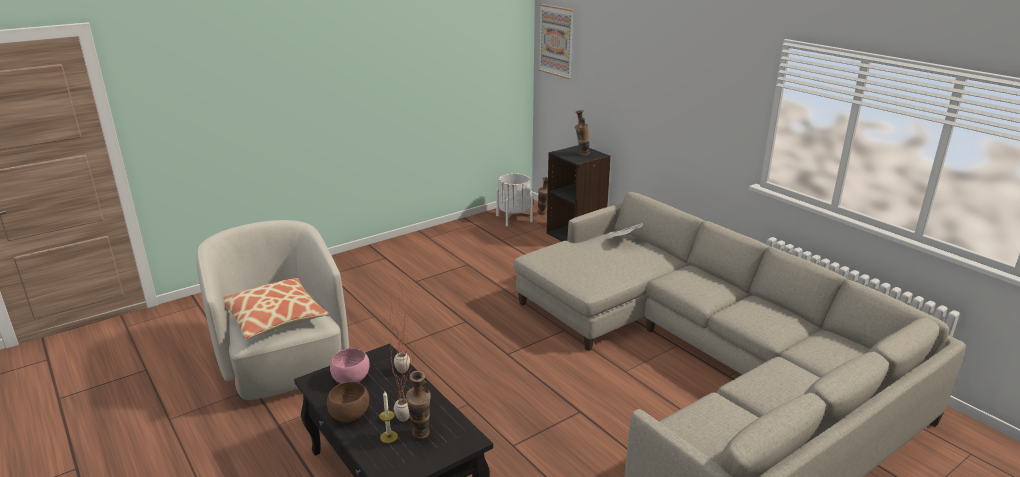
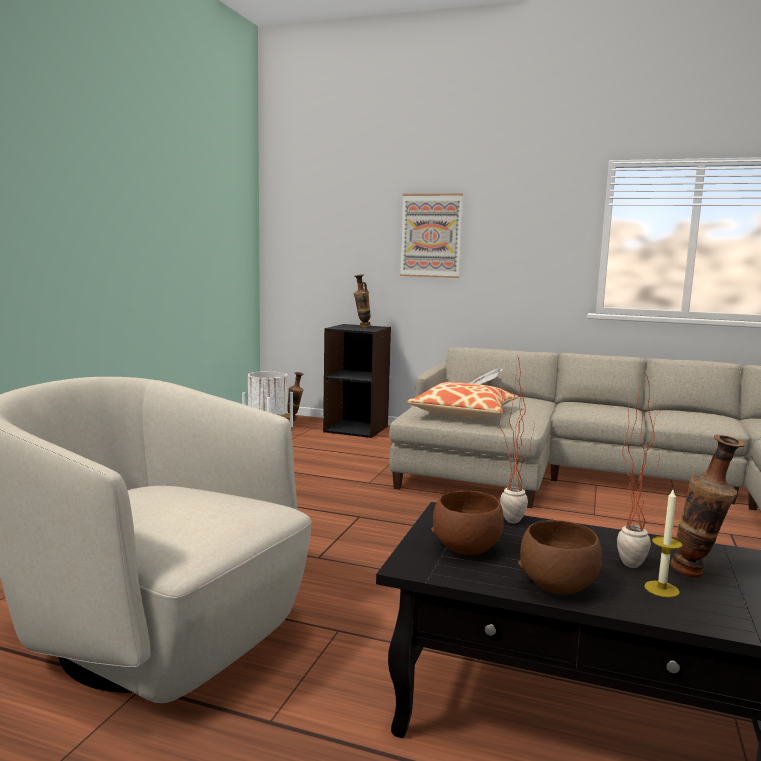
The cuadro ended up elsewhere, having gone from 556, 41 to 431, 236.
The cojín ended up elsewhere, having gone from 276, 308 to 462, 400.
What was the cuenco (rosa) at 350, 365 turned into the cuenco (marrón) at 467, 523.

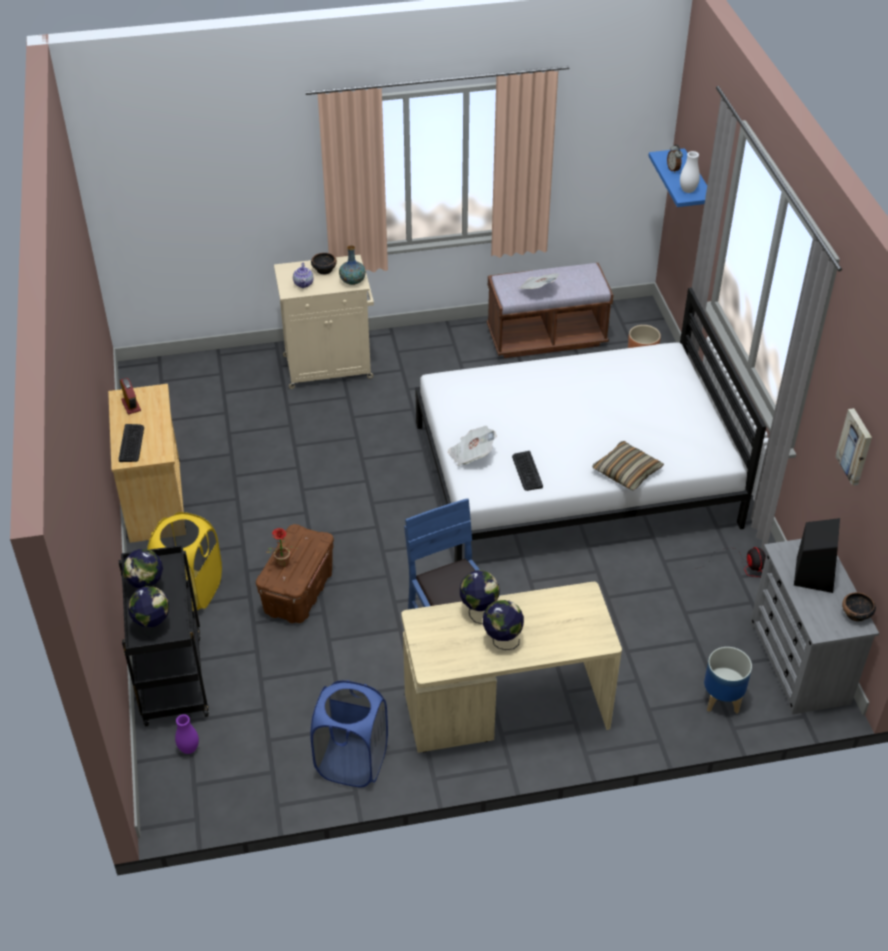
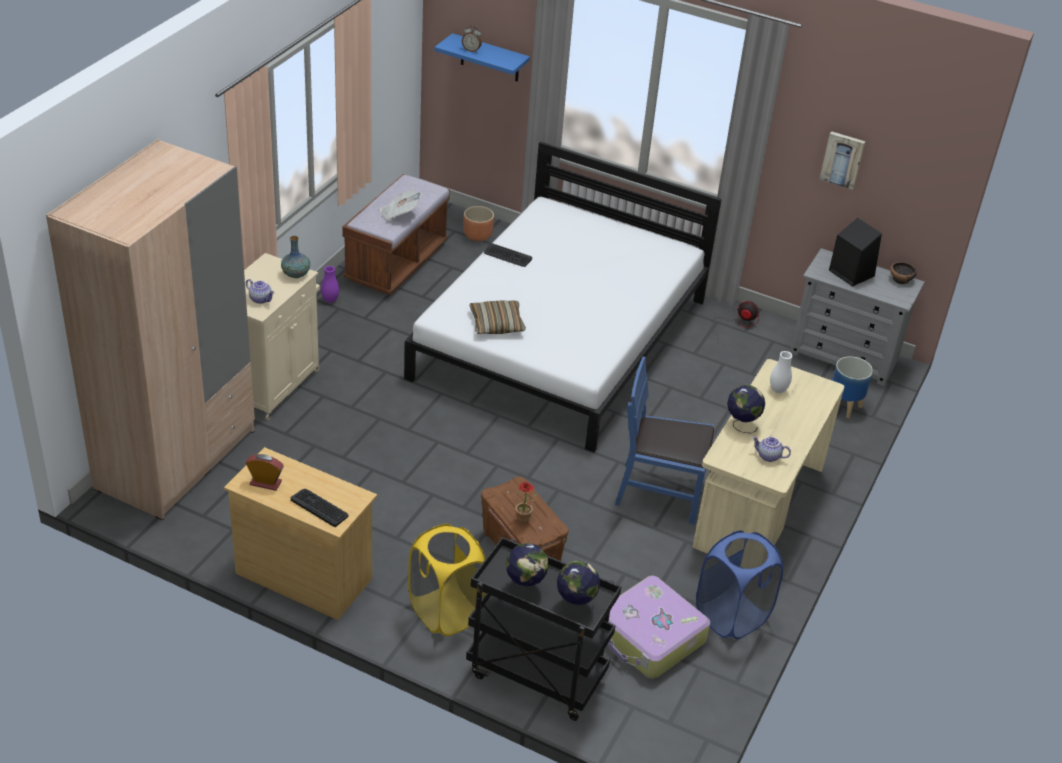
The second view gained the armario ropero (beis) at 150, 329.
The florero (morado) ended up elsewhere, having gone from 187, 734 to 330, 284.
The cojín ended up elsewhere, having gone from 628, 466 to 497, 317.
The teclado ended up elsewhere, having gone from 527, 471 to 508, 255.
The second view gained the maleta at 659, 627.
The second view gained the tetera at 771, 449.
The florero (blanco) ended up elsewhere, having gone from 690, 172 to 781, 372.
The second view lost the cuenco at 324, 264.
The second view lost the periódico at 472, 446.
The second view lost the globo terráqueo at 503, 625.

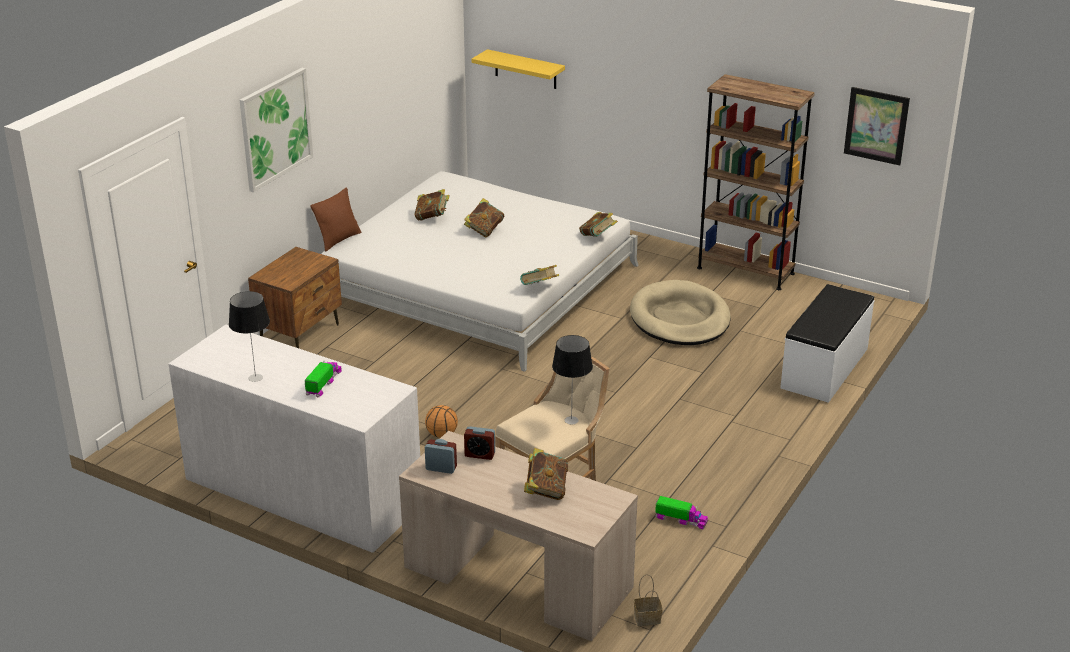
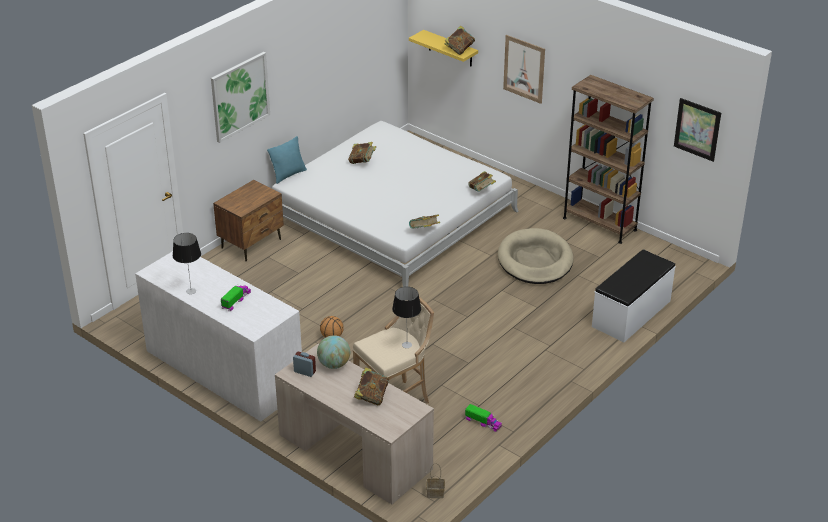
What was the cojín (marrón) at 335, 219 turned into the cojín (turquesa) at 287, 160.
Where the despertador stood at 479, 443, the globo terráqueo came to stand at 333, 352.
The libro ended up elsewhere, having gone from 484, 217 to 460, 40.
The second view gained the cuadro at 524, 69.

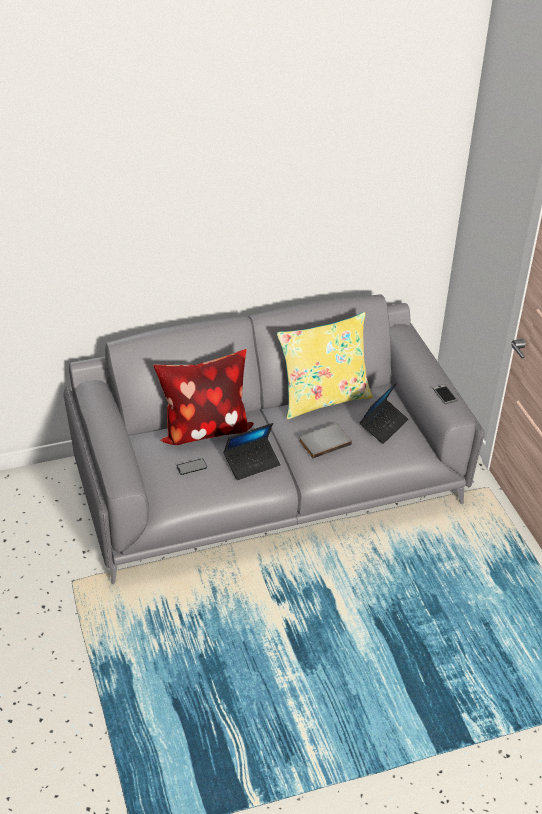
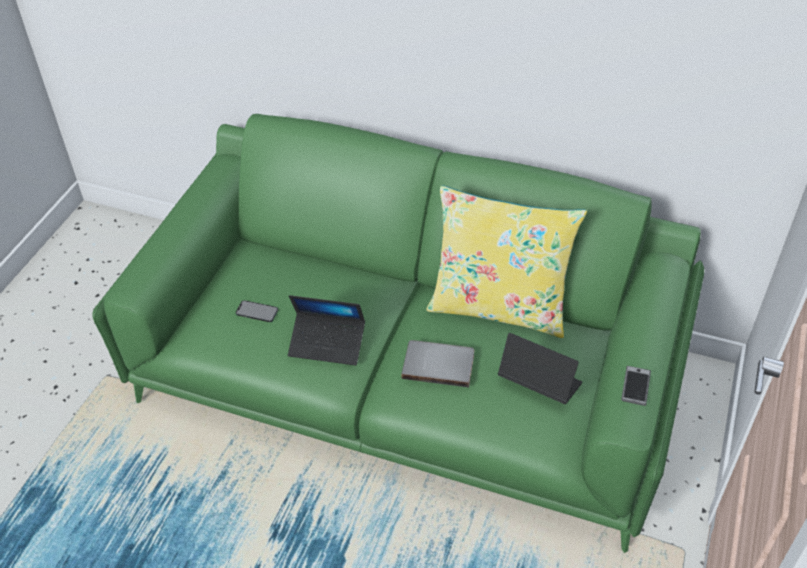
What was the sofá (gris) at 274, 439 turned into the sofá (verde) at 398, 333.
The portátil at 384, 413 ended up facing another way, 135 degrees counterclockwise from before.
The second view lost the cojín at 203, 397.

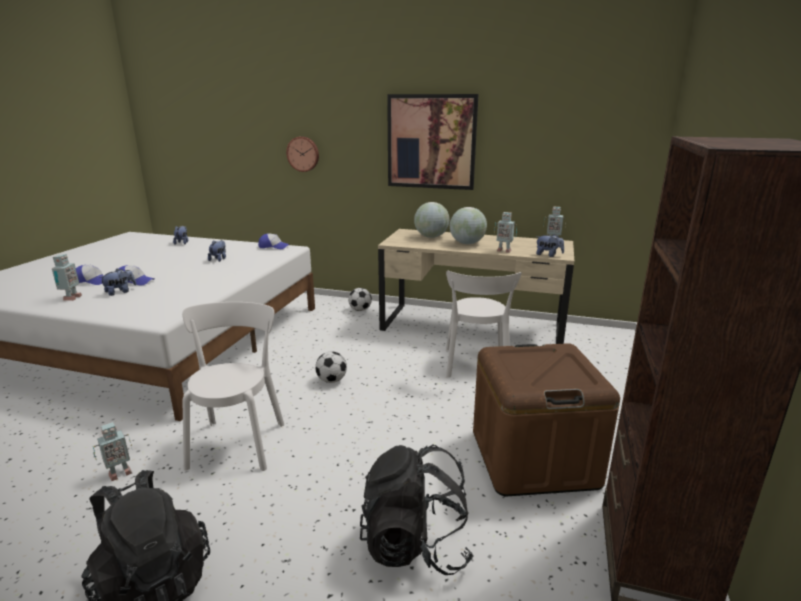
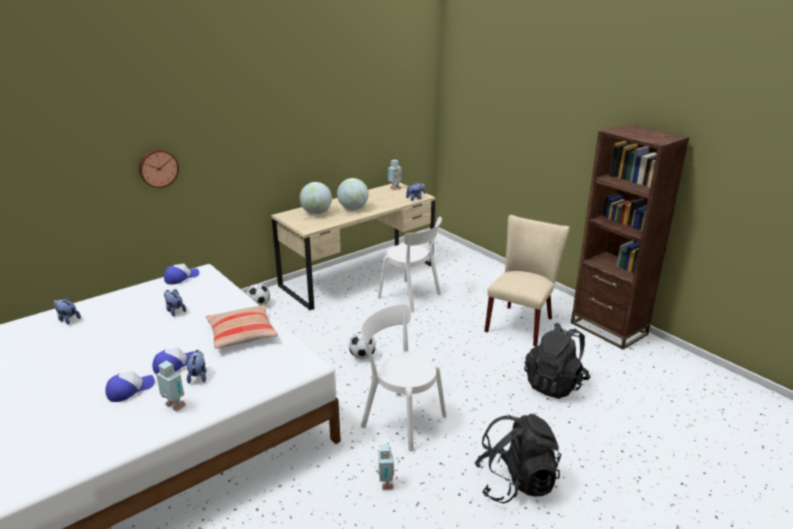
The second view gained the cojín at 242, 327.
Where the caja de almacenaje (marrón) stood at 546, 419, the silla (beis) came to stand at 526, 280.
The second view lost the cuadro at 432, 142.
The second view lost the robot de juguete at 505, 232.

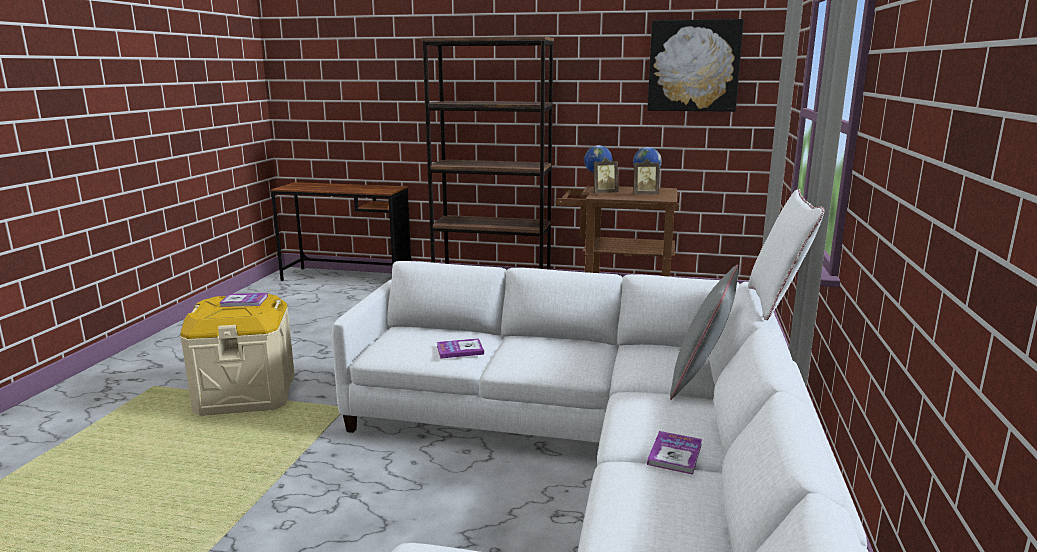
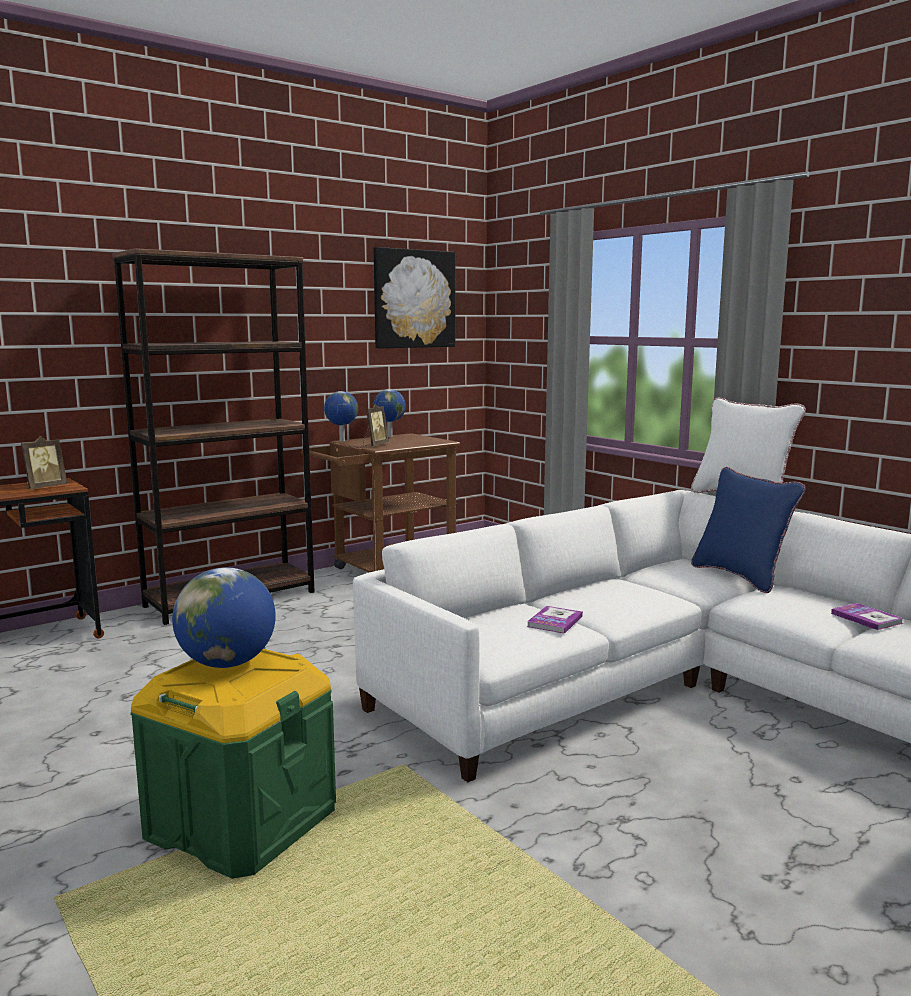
The portarretratos ended up elsewhere, having gone from 646, 177 to 44, 462.
What was the caja de almacenaje (beis) at 237, 355 turned into the caja de almacenaje (verde) at 233, 763.
Where the libro stood at 244, 300, the globo terráqueo came to stand at 224, 617.
What was the cojín (gris) at 704, 332 turned into the cojín (azul) at 748, 530.

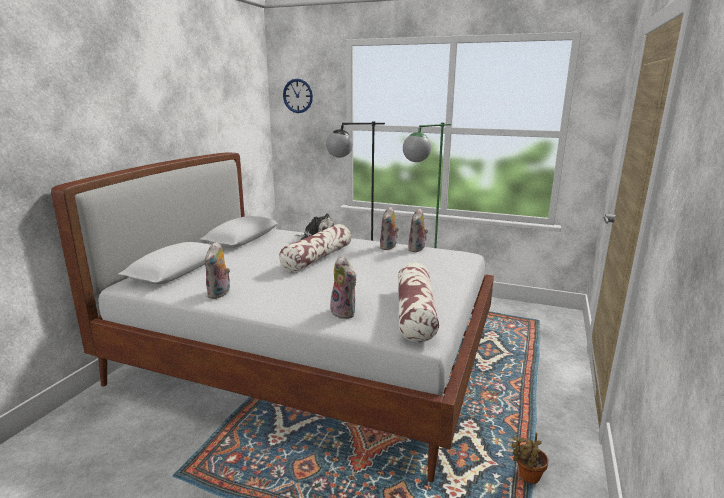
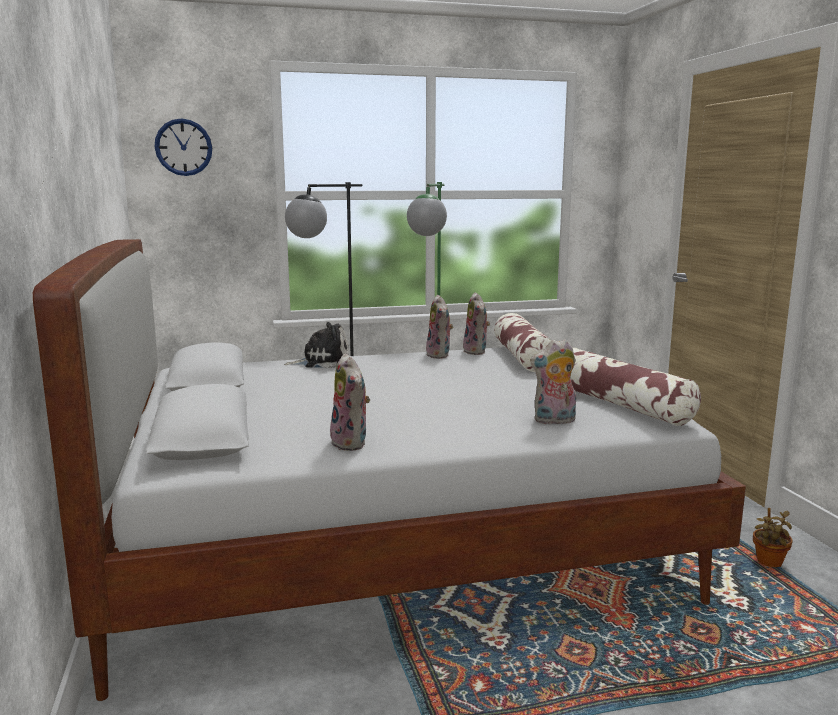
The cojín ended up elsewhere, having gone from 315, 248 to 523, 342.
The peluche at 343, 287 ended up facing another way, 150 degrees clockwise from before.

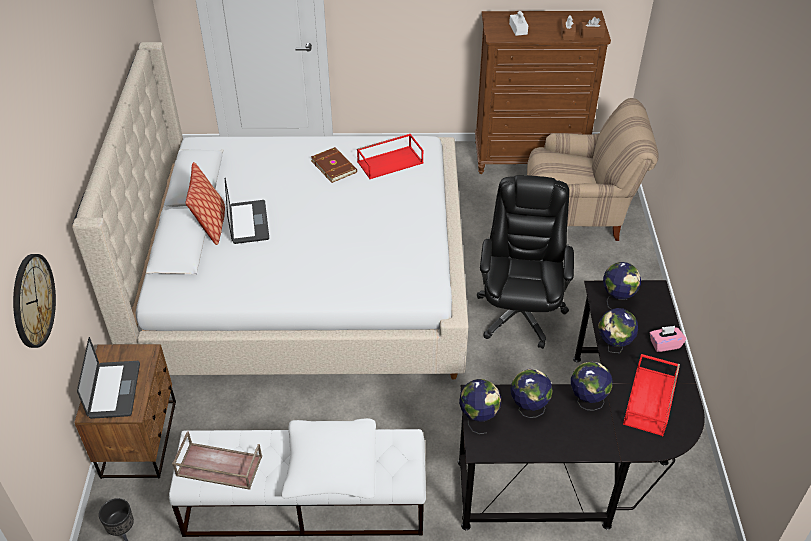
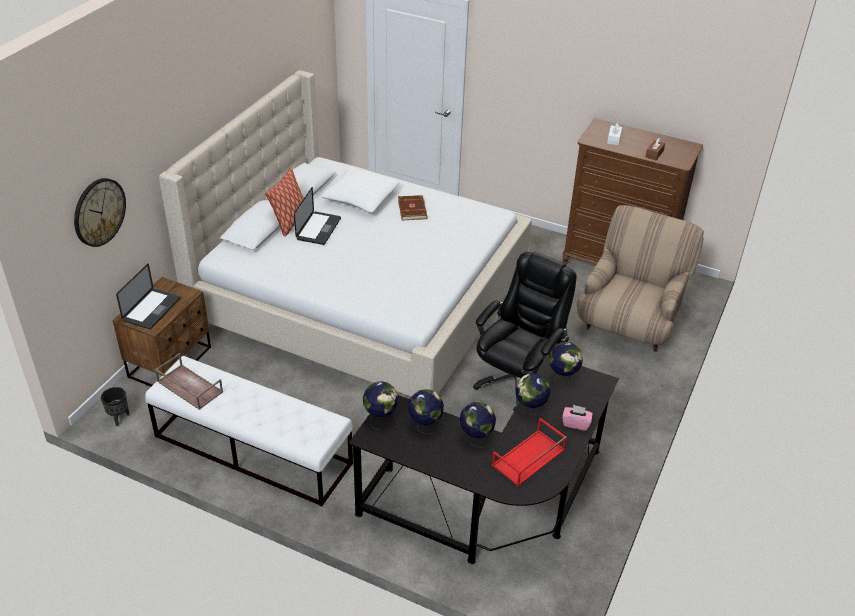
The cojín (blanco) ended up elsewhere, having gone from 328, 458 to 360, 190.
The sillón (beis) at 592, 169 ended up facing another way, 90 degrees counterclockwise from before.
The second view lost the bandeja (rojo) at 390, 156.
The second view lost the caja de pañuelos (marrón) at 592, 27.

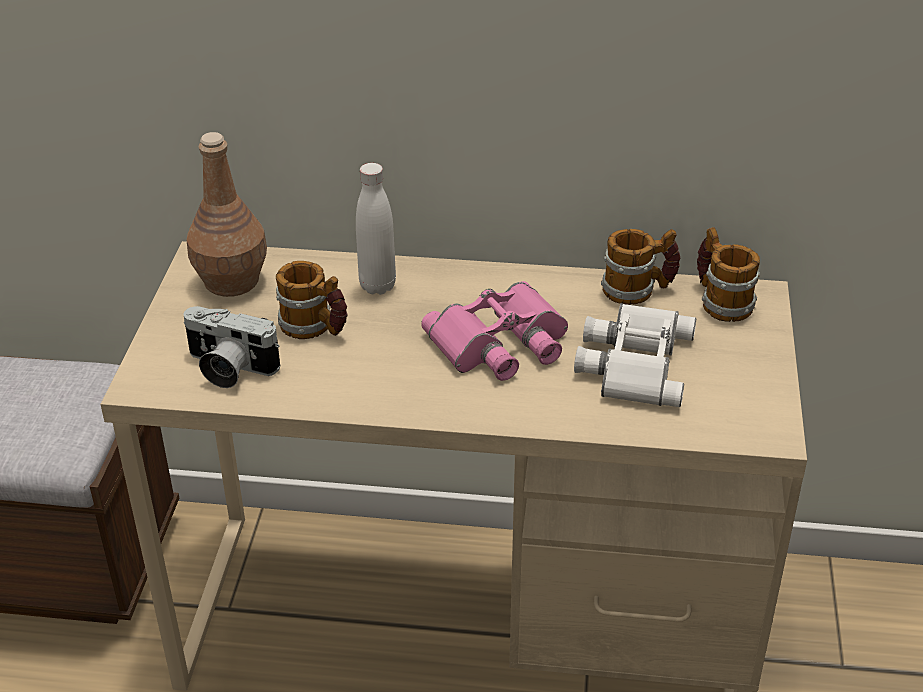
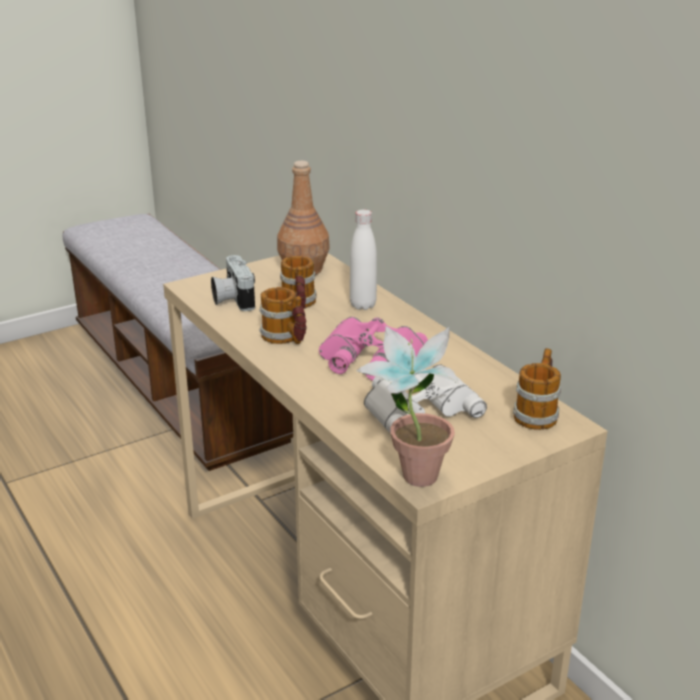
The taza grande ended up elsewhere, having gone from 640, 267 to 283, 315.
The second view gained the planta en maceta at 407, 406.

